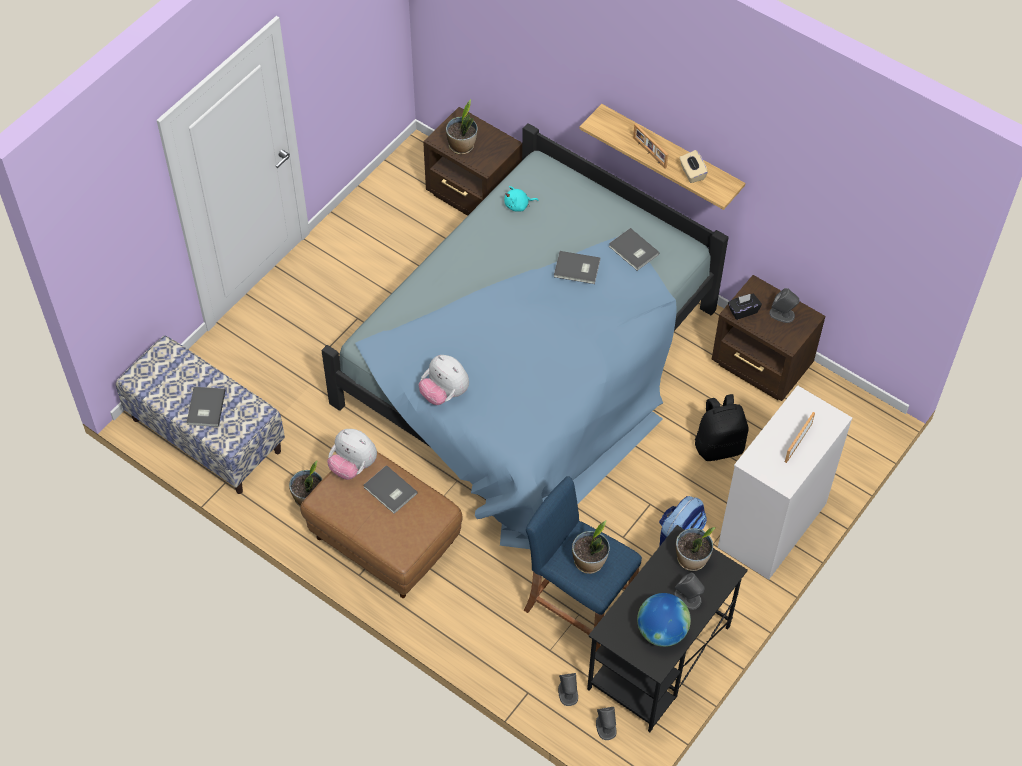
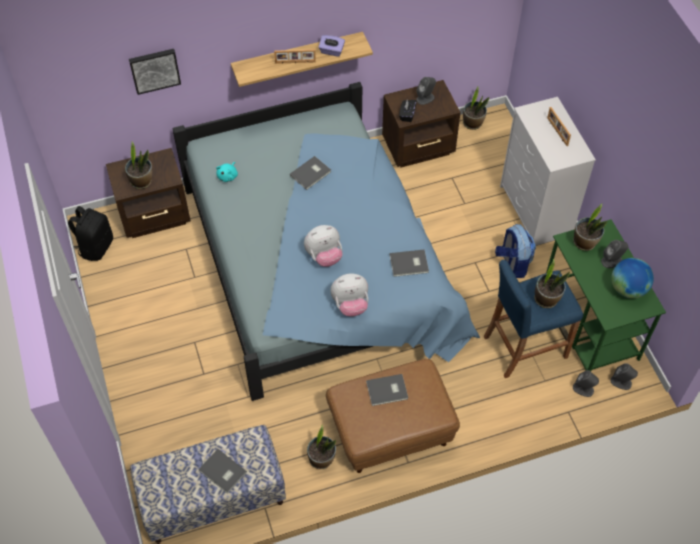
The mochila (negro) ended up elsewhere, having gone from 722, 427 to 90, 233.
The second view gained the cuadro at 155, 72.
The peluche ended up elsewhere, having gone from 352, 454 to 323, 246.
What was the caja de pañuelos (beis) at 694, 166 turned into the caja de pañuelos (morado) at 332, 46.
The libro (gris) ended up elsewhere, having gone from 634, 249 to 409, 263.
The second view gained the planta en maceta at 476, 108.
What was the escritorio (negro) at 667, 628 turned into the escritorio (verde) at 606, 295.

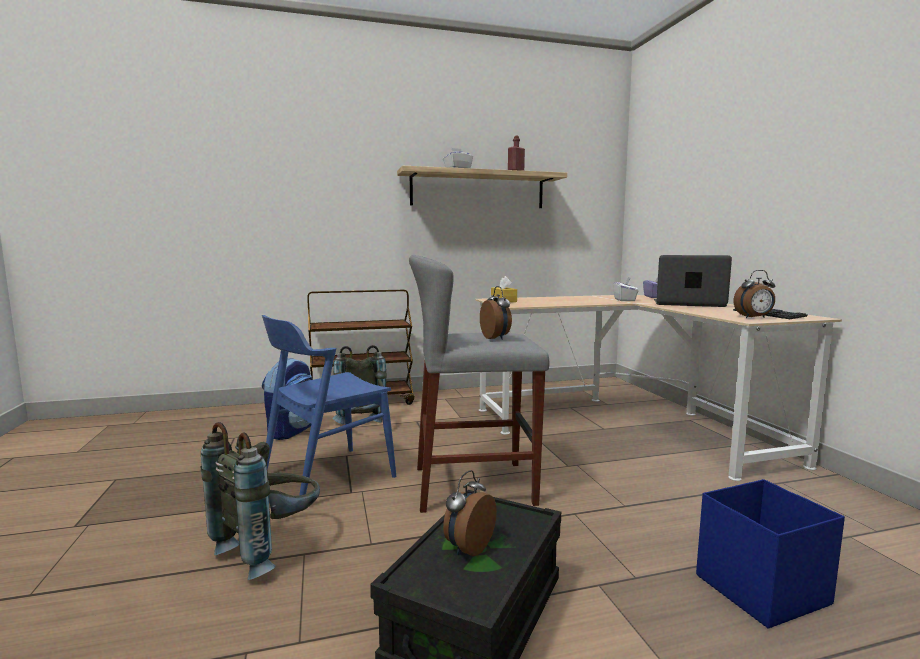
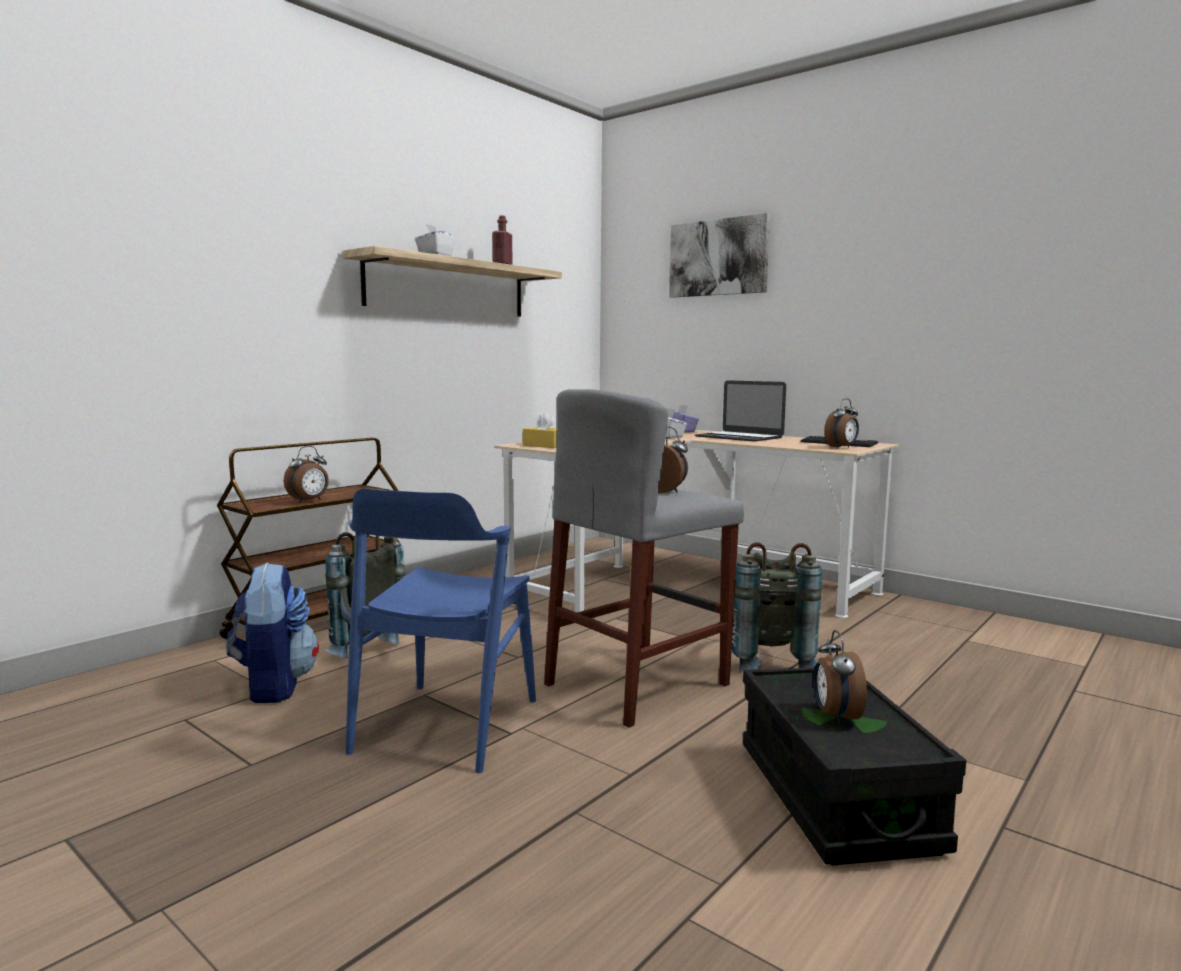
The second view gained the despertador at 306, 474.
The second view gained the cuadro at 719, 255.
The portátil at 693, 281 ended up facing another way, 120 degrees counterclockwise from before.
The mochila (gris) ended up elsewhere, having gone from 260, 501 to 777, 607.
The second view lost the caja de almacenaje (azul) at 770, 554.

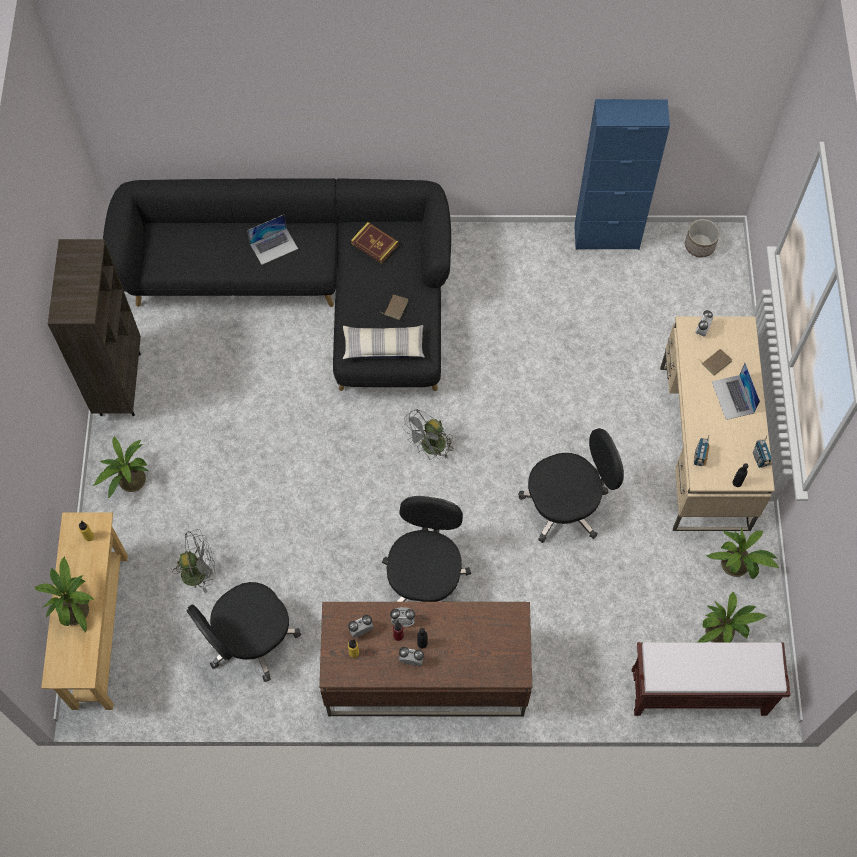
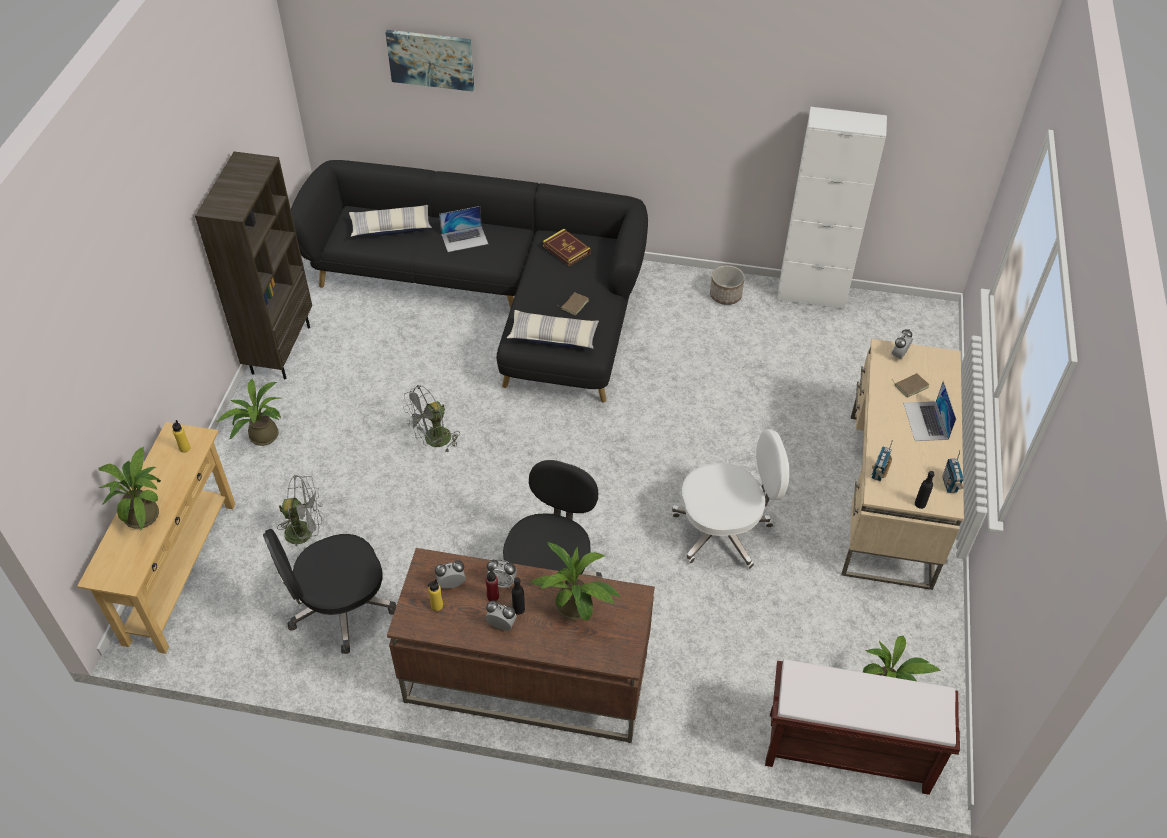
The second view gained the cojín at 390, 221.
The second view gained the cuadro at 429, 61.
The ventilador (gris) ended up elsewhere, having gone from 427, 434 to 431, 419.
The planta en maceta ended up elsewhere, having gone from 742, 553 to 576, 580.
What was the silla de oficina (negro) at 571, 485 turned into the silla de oficina (blanco) at 730, 499.
The maceta ended up elsewhere, having gone from 702, 238 to 727, 285.
What was the armario (azul) at 622, 174 turned into the armario (blanco) at 832, 208.

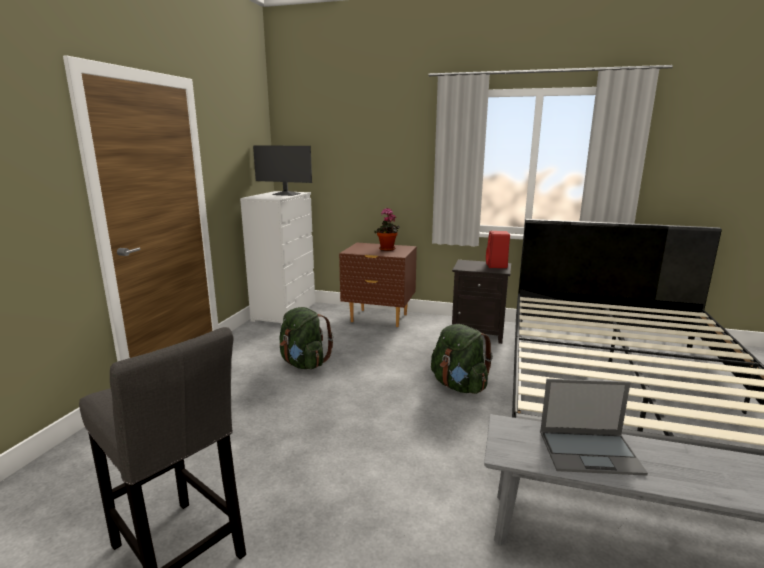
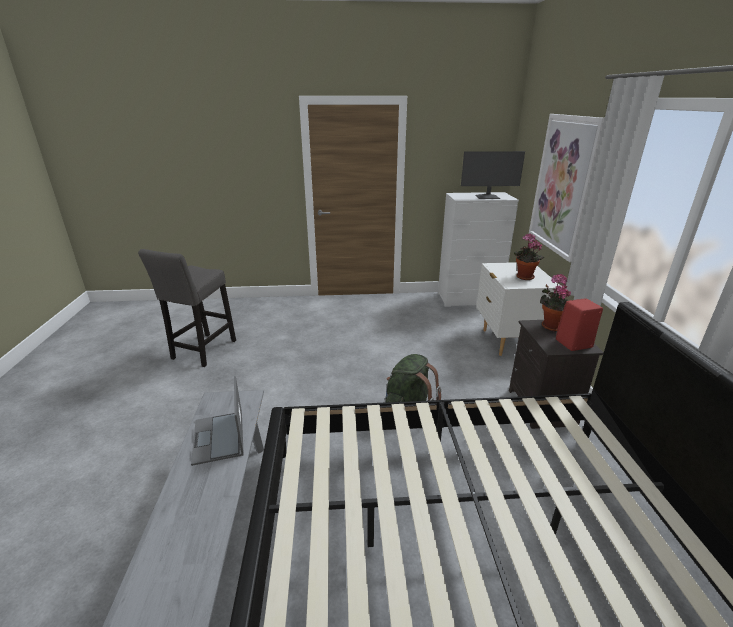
The monitor at 282, 170 ended up facing another way, 90 degrees counterclockwise from before.
What was the mesita de noche (marrón) at 378, 285 turned into the mesita de noche (blanco) at 519, 309.
The second view gained the cuadro at 567, 188.
The second view gained the planta en maceta at 555, 303.
The second view lost the mochila (verde) at 306, 338.

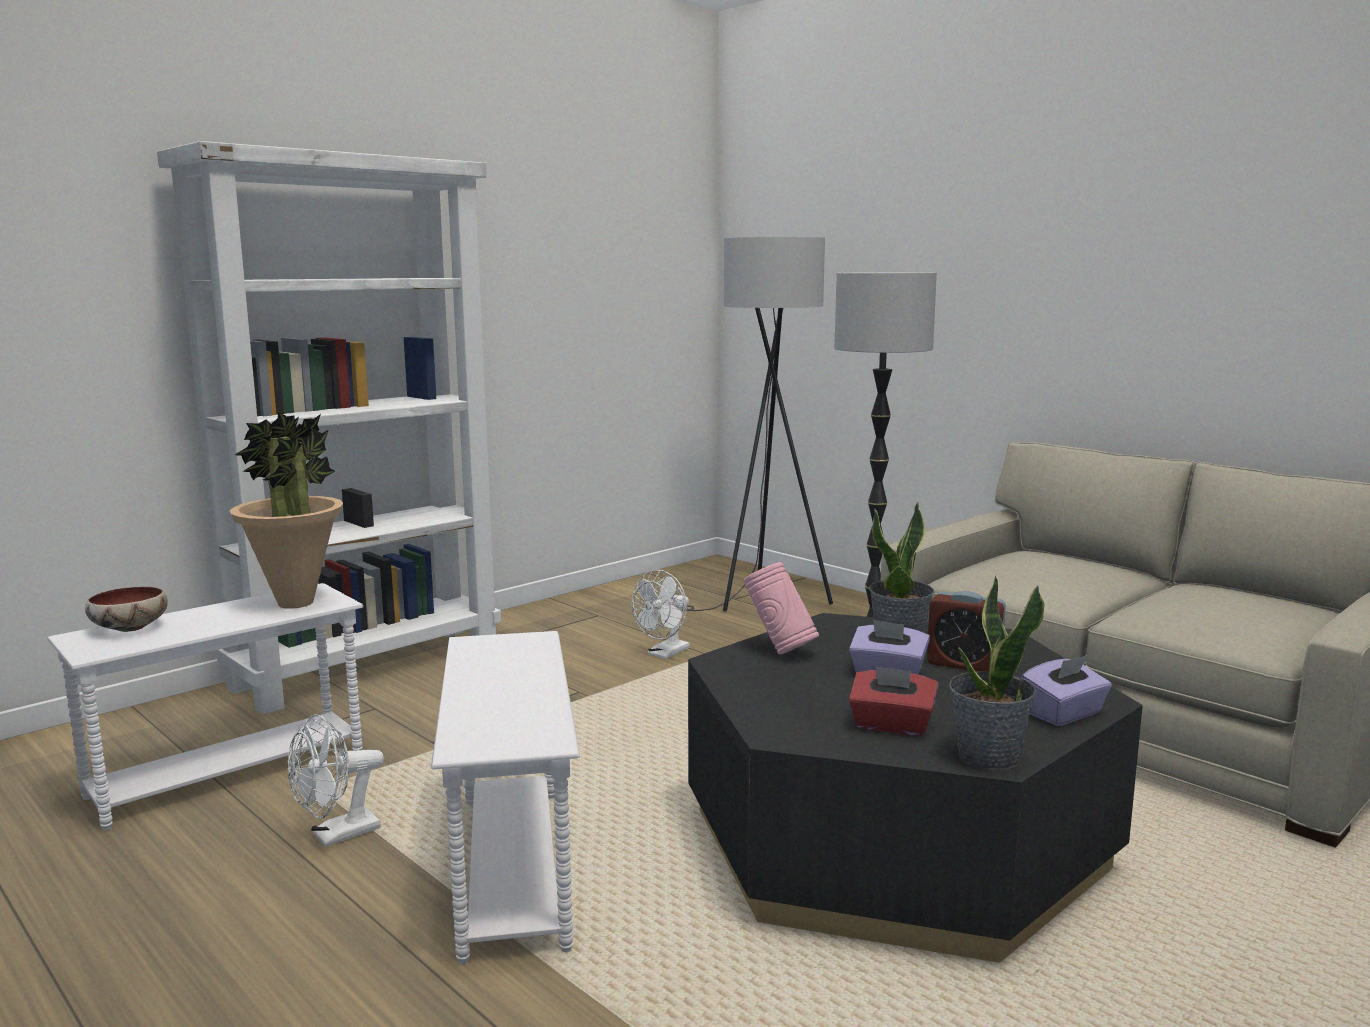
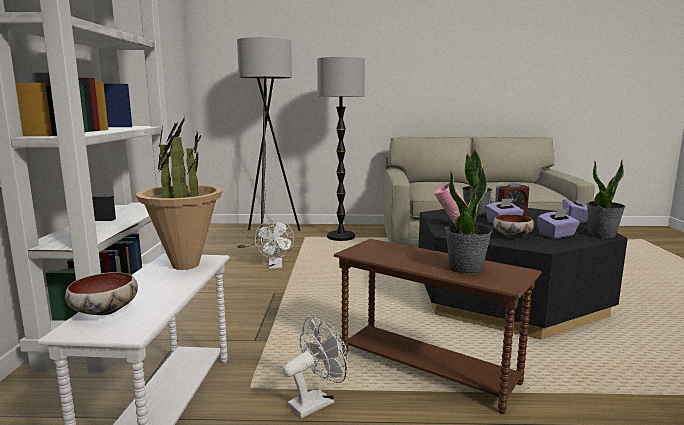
The ventilador (blanco) at 336, 780 ended up facing another way, 135 degrees counterclockwise from before.
What was the mesa auxiliar (blanco) at 505, 797 turned into the mesa auxiliar (marrón) at 438, 326.
The second view gained the planta en maceta at 468, 220.
The second view gained the cuenco at 513, 226.
What was the caja de pañuelos (rojo) at 893, 701 turned into the caja de pañuelos (morado) at 558, 223.

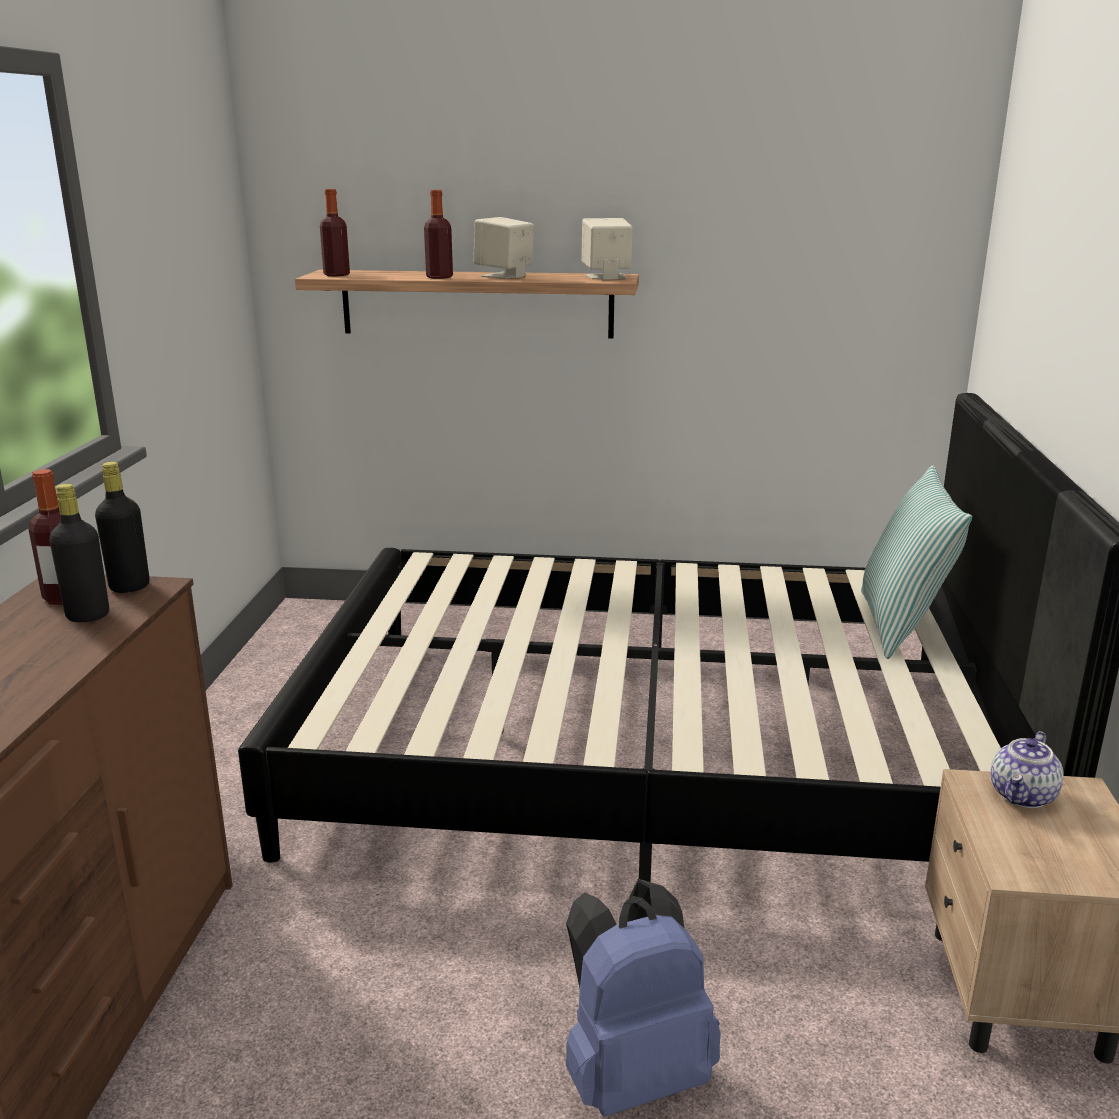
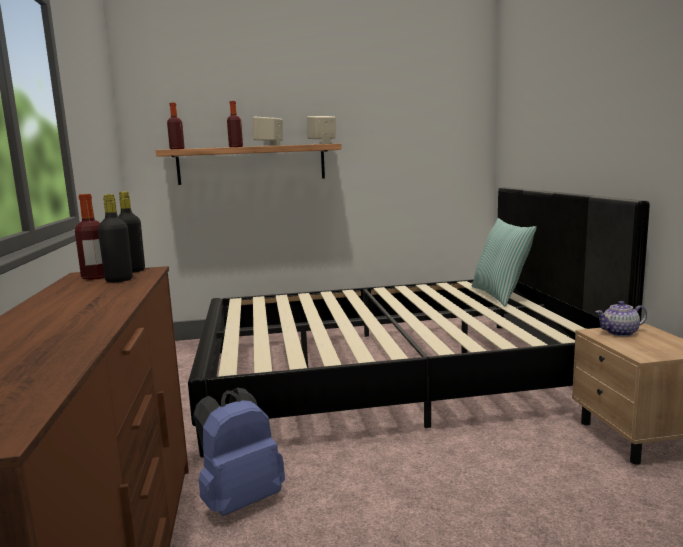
The mochila (azul) ended up elsewhere, having gone from 643, 998 to 239, 452.
The tetera at 1027, 769 ended up facing another way, 60 degrees clockwise from before.

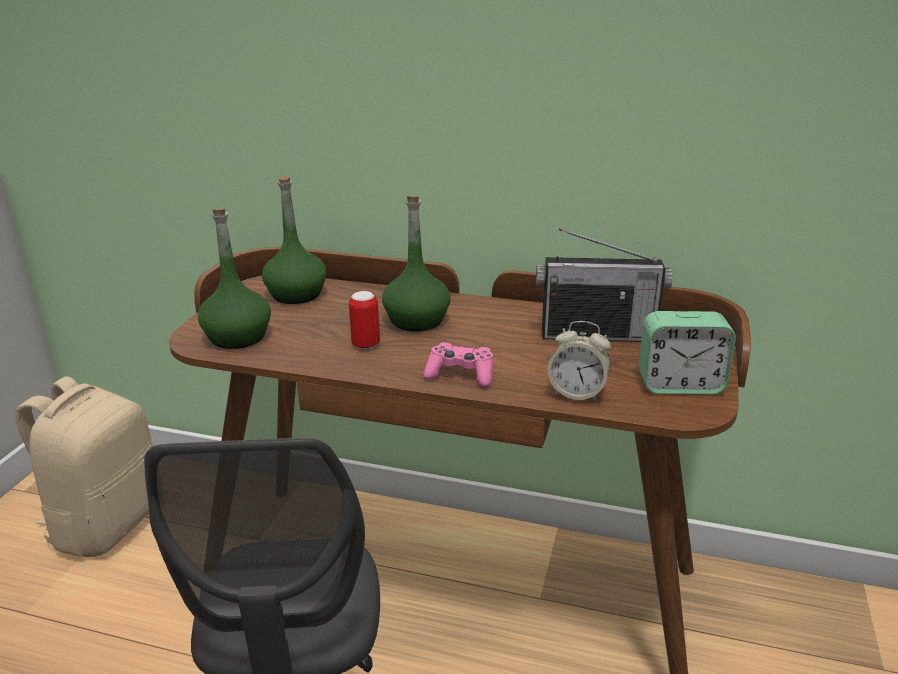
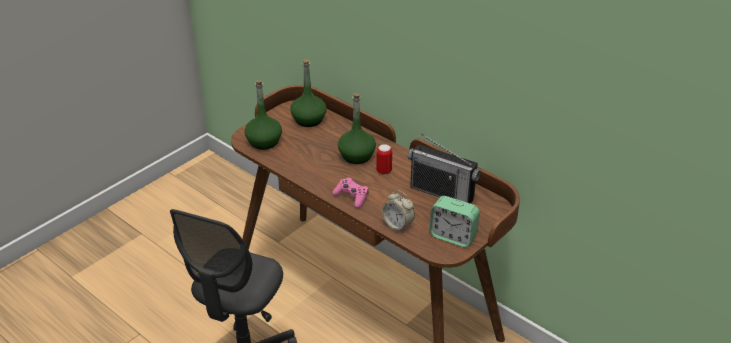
The lata ended up elsewhere, having gone from 364, 320 to 384, 159.
The second view lost the mochila (beis) at 84, 466.

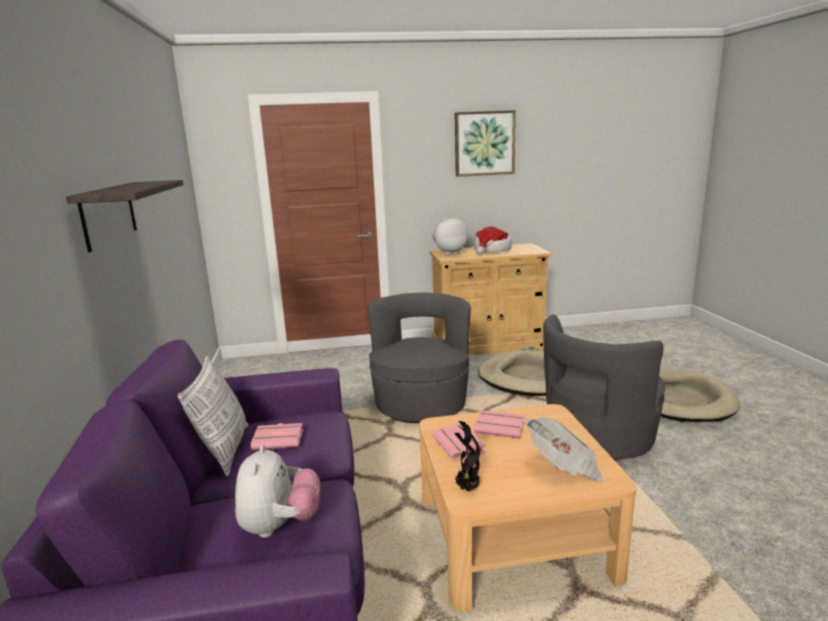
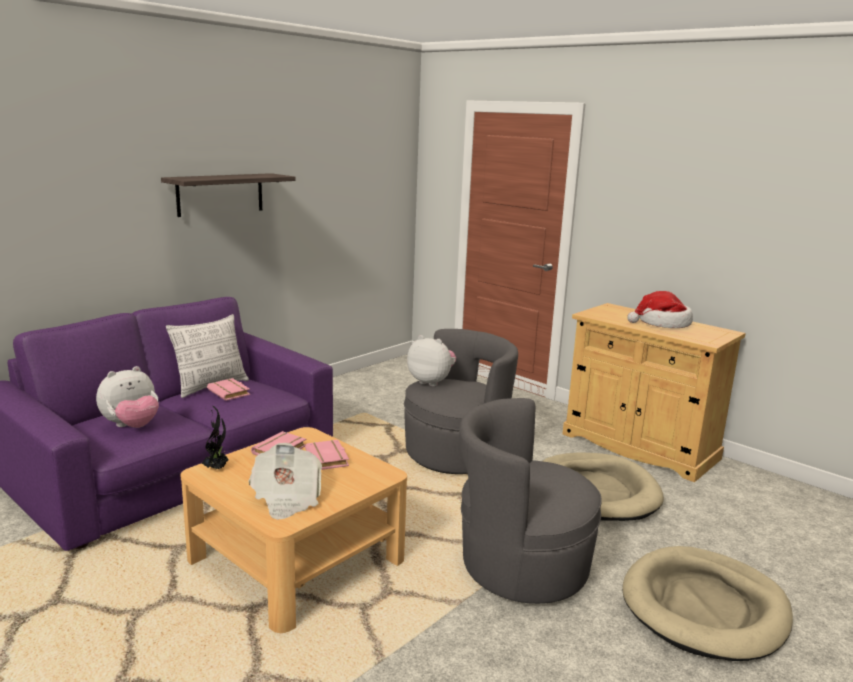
The peluche ended up elsewhere, having gone from 450, 236 to 431, 360.
The second view lost the cuadro at 485, 143.

